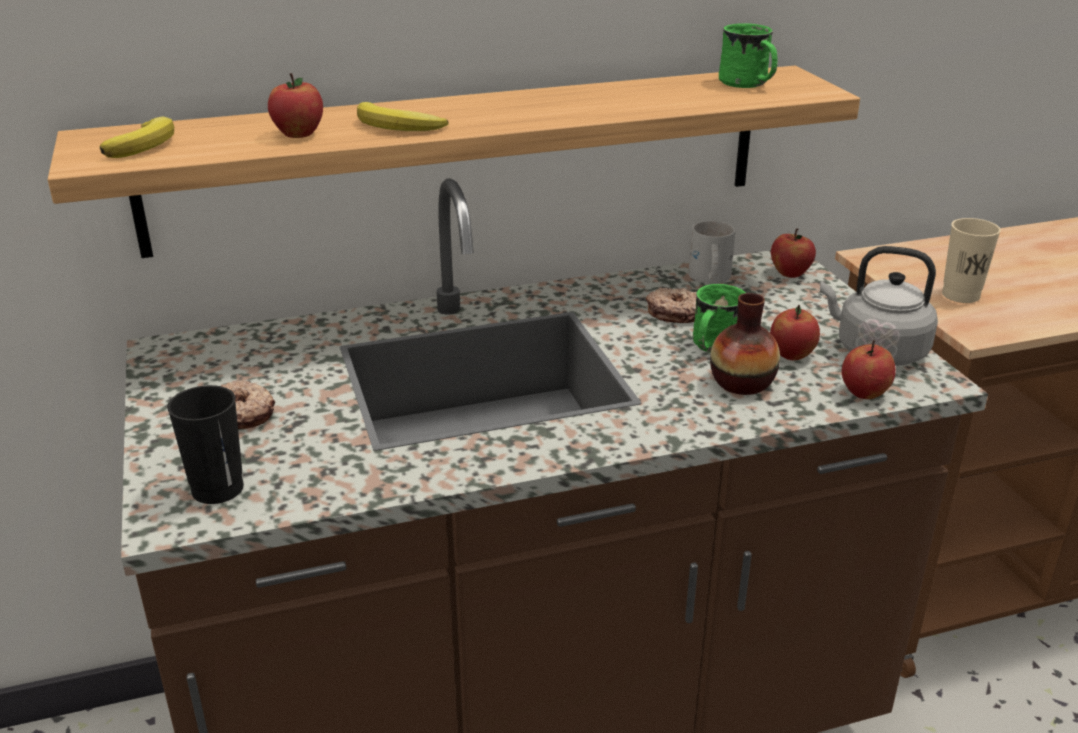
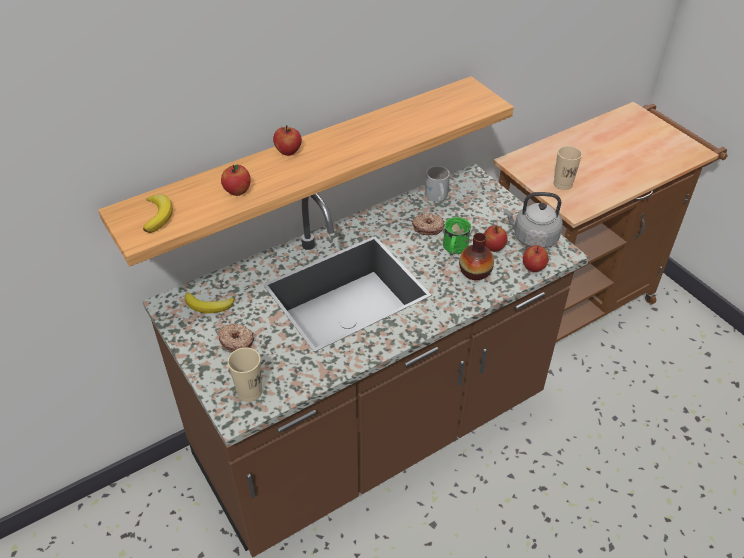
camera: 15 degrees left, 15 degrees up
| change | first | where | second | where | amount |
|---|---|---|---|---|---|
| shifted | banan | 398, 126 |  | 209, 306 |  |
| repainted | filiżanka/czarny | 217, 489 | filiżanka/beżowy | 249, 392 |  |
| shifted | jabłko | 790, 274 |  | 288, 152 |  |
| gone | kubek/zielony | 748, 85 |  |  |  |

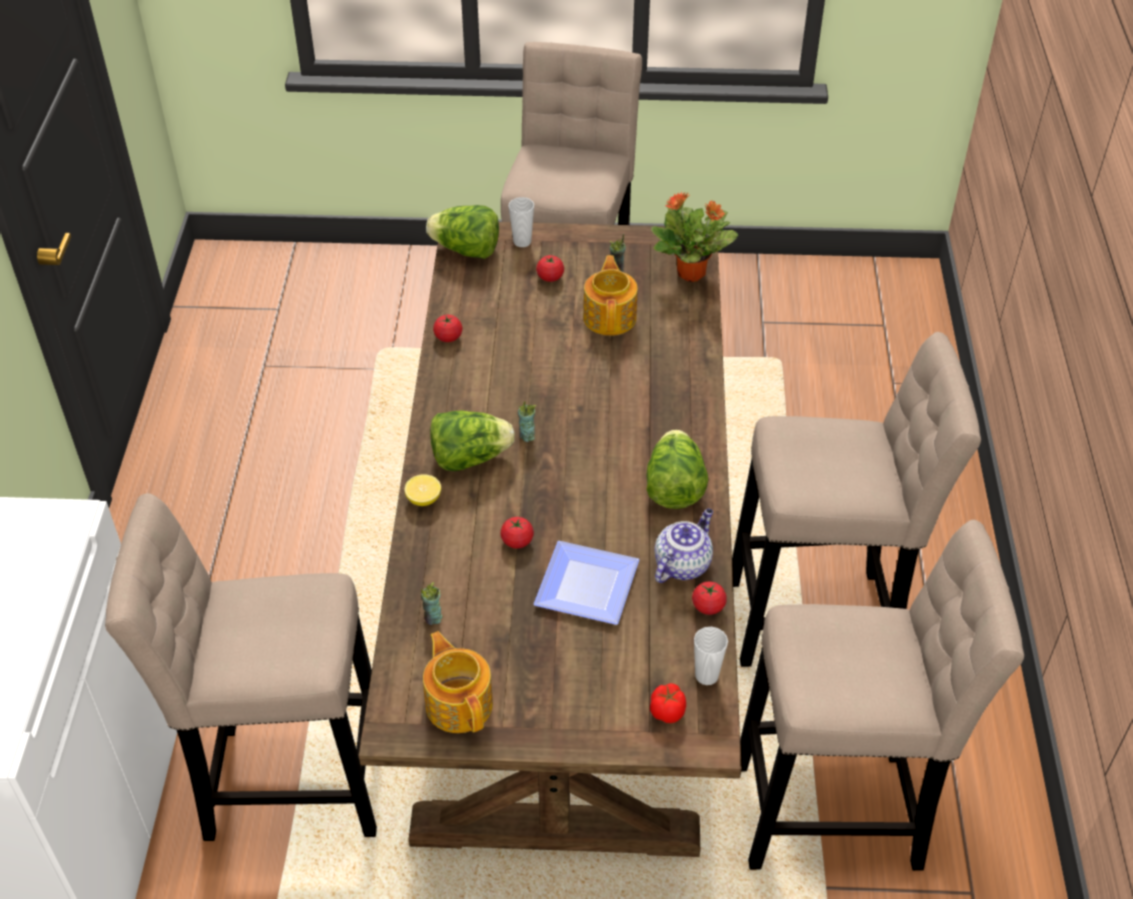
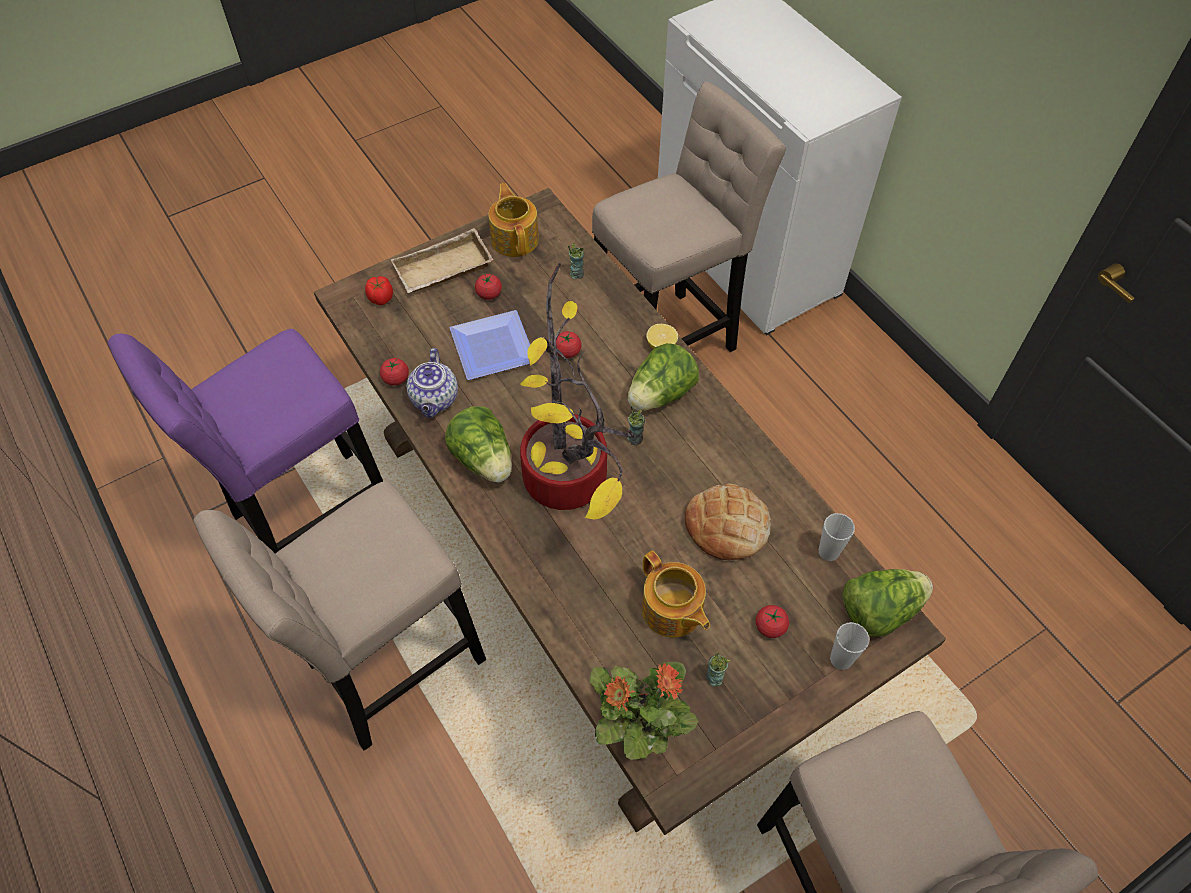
camera: 145 degrees right, 10 degrees up
| change | first | where | second | where | amount |
|---|---|---|---|---|---|
| repainted | stołek/beżowy | 839, 813 | stołek/fioletowy | 306, 519 |  |
| new |  |  | taca/beżowy | 443, 270 |  |
| shifted | pomidor | 448, 337 |  | 489, 294 |  |
| rotated | imbryk | 459, 703 |  | 515, 238 | 135 degrees counterclockwise |
| new |  |  | roślina doniczkowa | 572, 479 |  |
| new |  |  | chleb | 727, 526 |  |
| shifted | filiżanka | 706, 675 |  | 828, 552 |  |

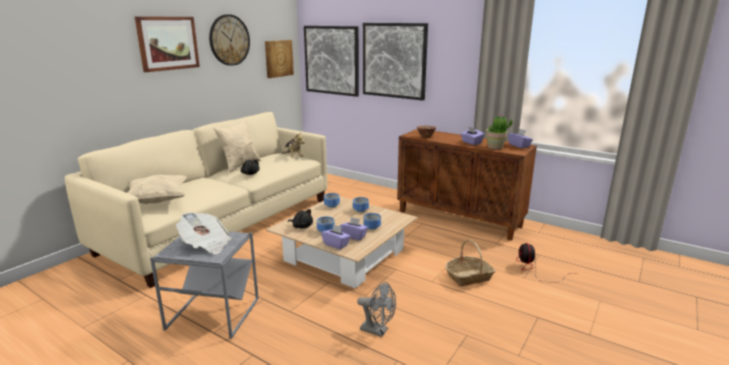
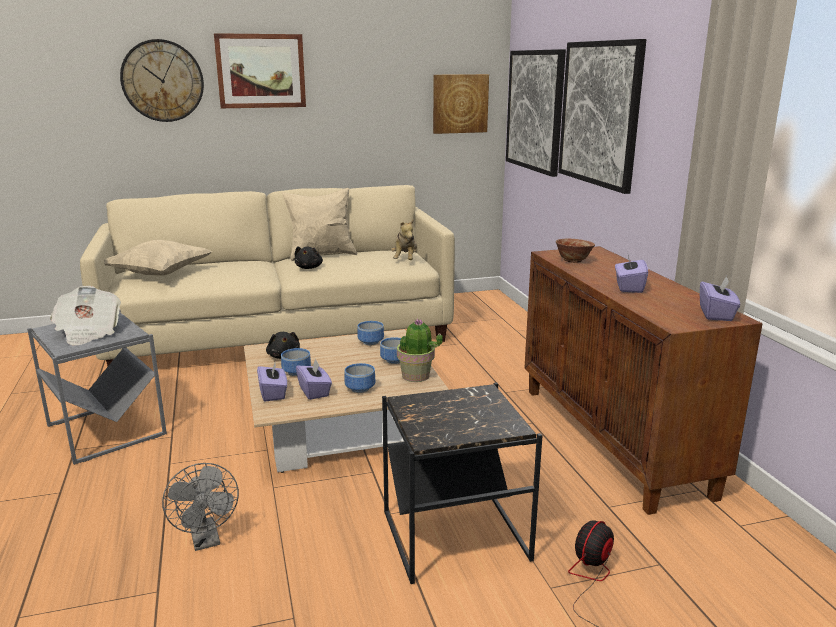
camera: 40 degrees right, 0 degrees up
| change | first | where | second | where | amount |
|---|---|---|---|---|---|
| shifted | zegar ścienny | 229, 40 |  | 162, 81 |  |
| swapped | koszyk | 469, 277 | stolik/czarny | 456, 537 |  |
| shifted | roślina doniczkowa | 495, 147 |  | 416, 376 |  |

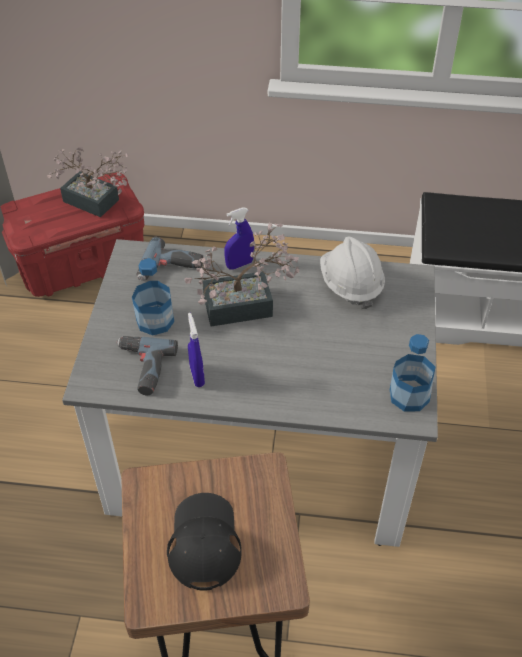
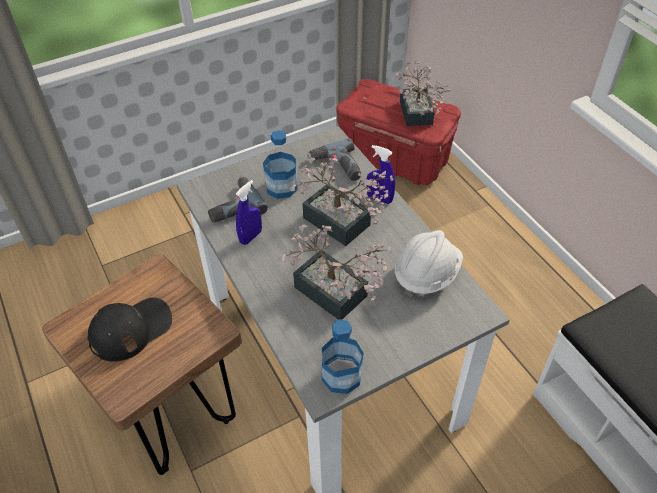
camera: 55 degrees right, 0 degrees up
| change | first | where | second | where | amount |
|---|---|---|---|---|---|
| new |  |  | roślina doniczkowa | 336, 297 |  |

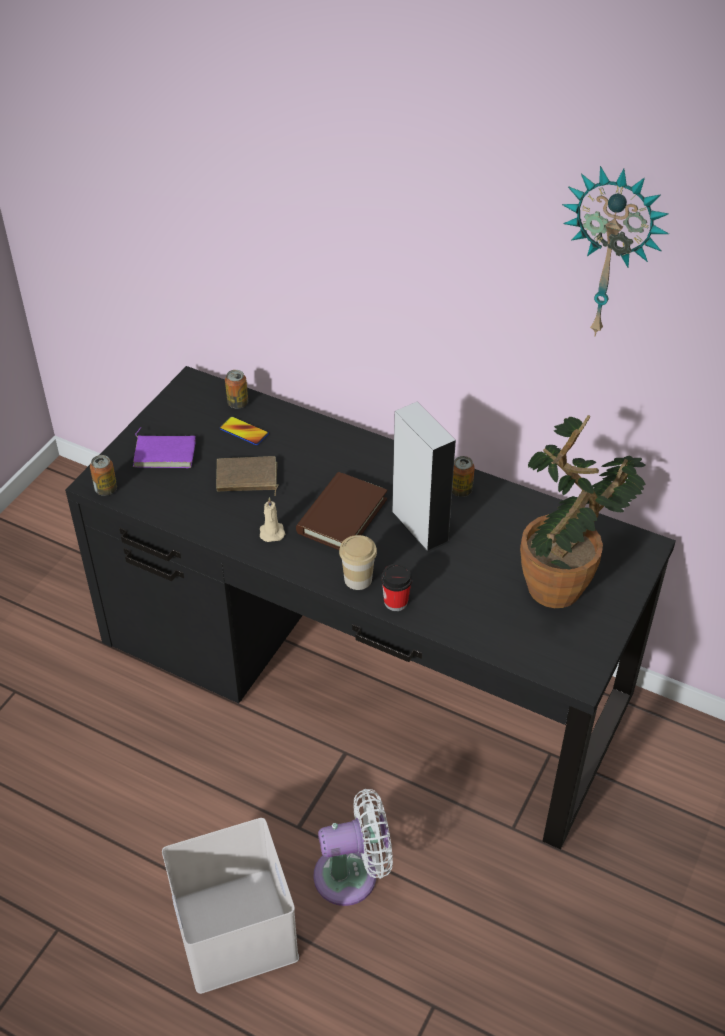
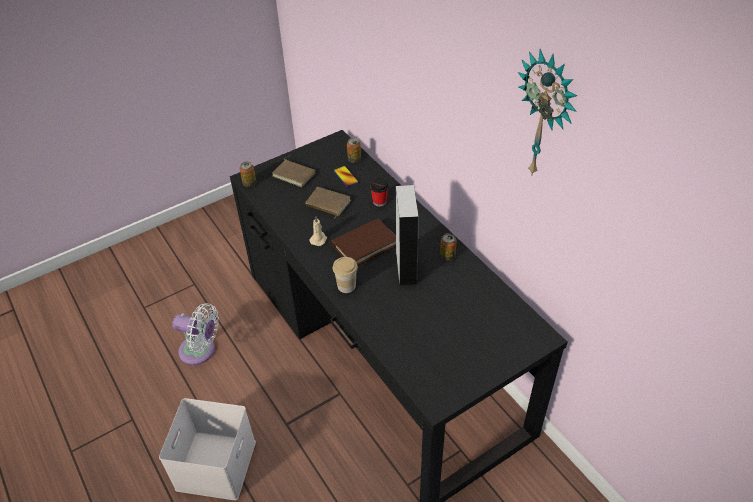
camera: 30 degrees right, 0 degrees up
| change | first | where | second | where | amount |
|---|---|---|---|---|---|
| shifted | wentylator/biały | 352, 875 |  | 200, 351 |  |
| repainted | książka/fioletowy | 165, 452 | książka/brązowy | 295, 174 |  |
| shifted | filiżanka | 395, 602 |  | 379, 201 |  |
| gone | roślina doniczkowa | 566, 582 |  |  |  |

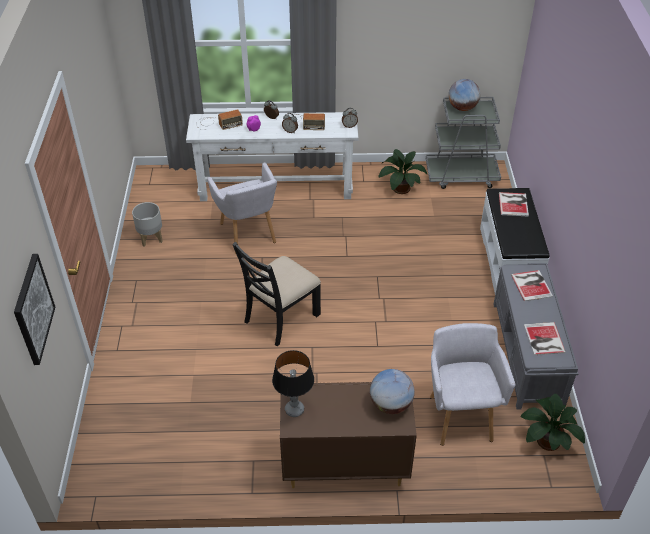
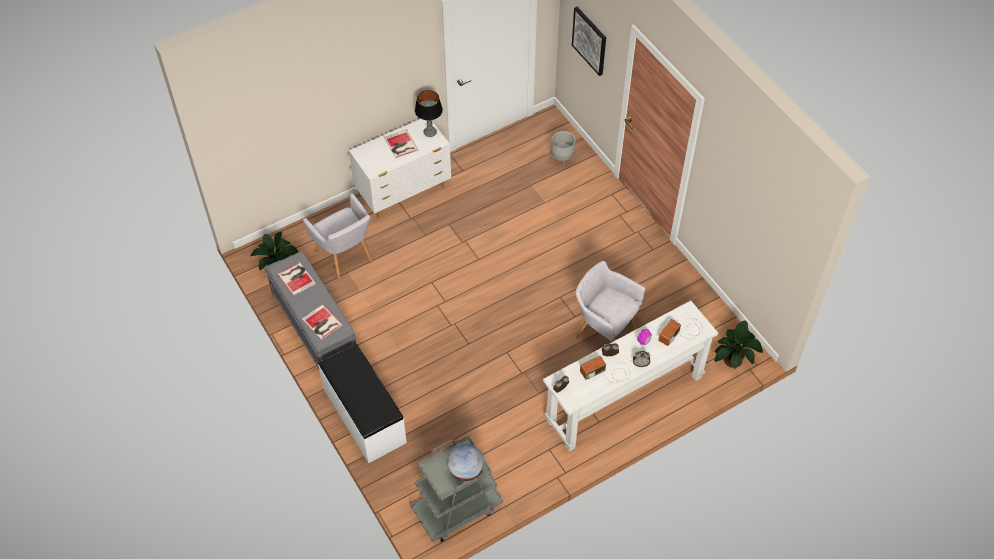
camera: 150 degrees right, 10 degrees up
| change | first | where | second | where | amount |
|---|---|---|---|---|---|
| repainted | komoda/brązowy | 344, 466 | komoda/biały | 404, 192 |  |
| shifted | książka | 514, 204 |  | 400, 145 |  |
| shifted | donica/szary | 151, 238 |  | 561, 161 |  |
| shifted | roślina doniczkowa | 399, 188 |  | 734, 358 |  |
| gone | krzesło/czarny | 280, 318 |  |  |  |
| gone | globus | 391, 404 |  |  |  |

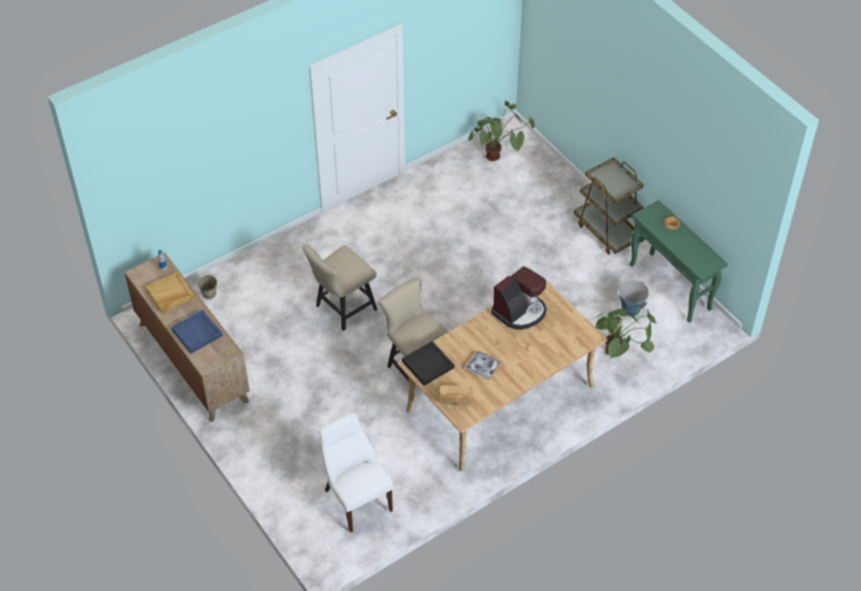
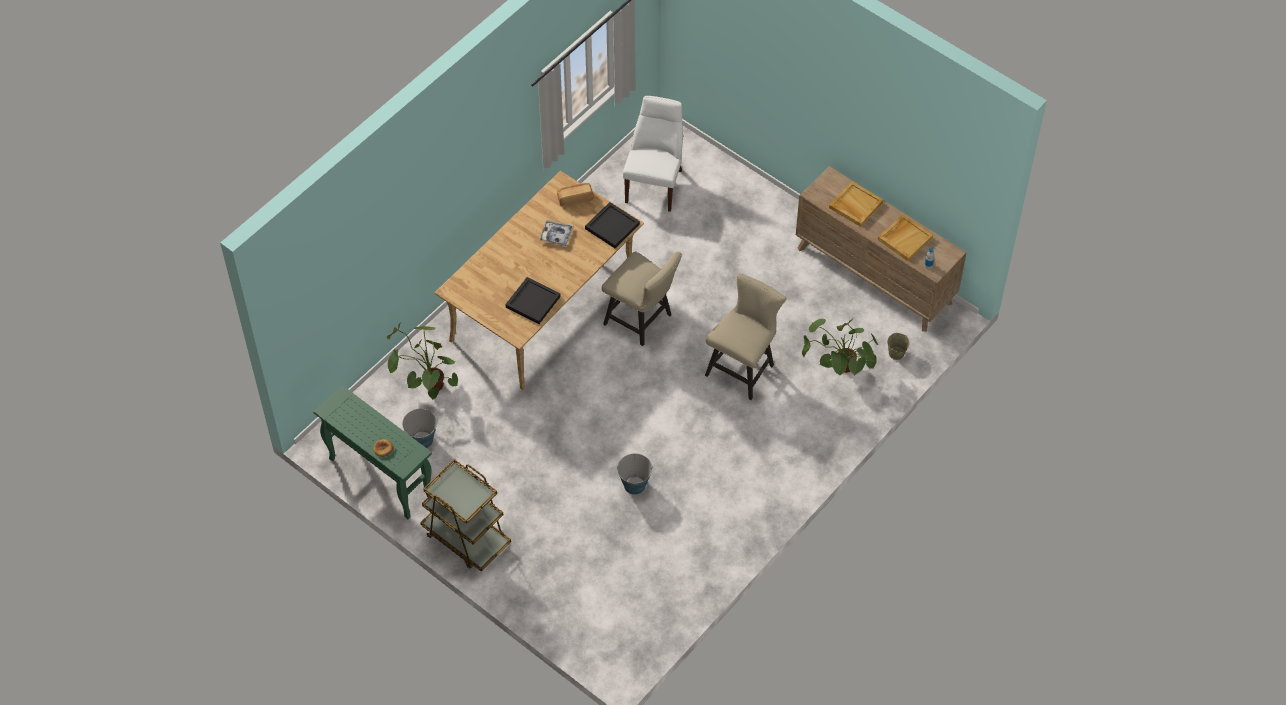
camera: 165 degrees right, 5 degrees up
| change | first | where | second | where | amount |
|---|---|---|---|---|---|
| swapped | ekspres do kawy | 520, 311 | taca/czarny | 533, 302 |  |
| new |  |  | wiadro | 634, 485 |  |
| rotated | krzesło/biały | 356, 498 |  | 655, 183 | 120 degrees counterclockwise |
| shifted | roślina doniczkowa | 499, 154 |  | 838, 371 |  |
| repainted | taca/niebieski | 197, 333 | taca/beżowy | 855, 205 |  |

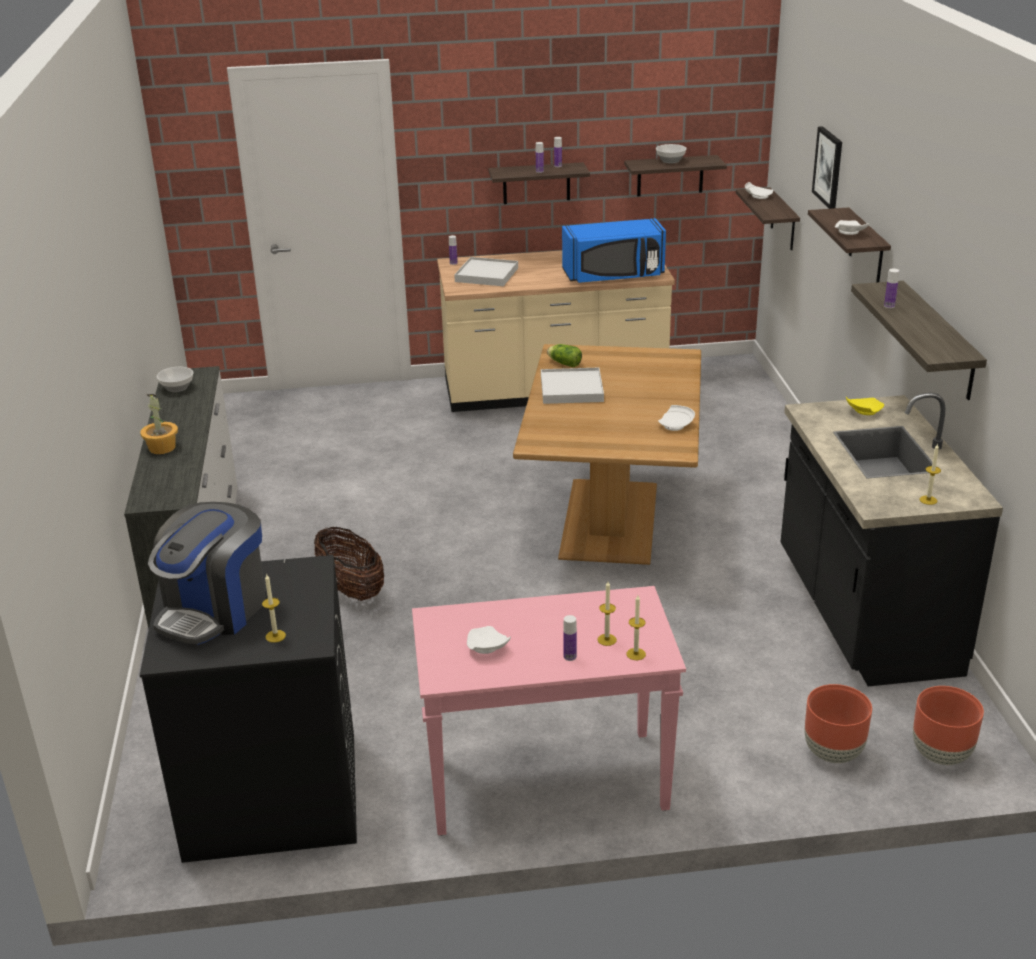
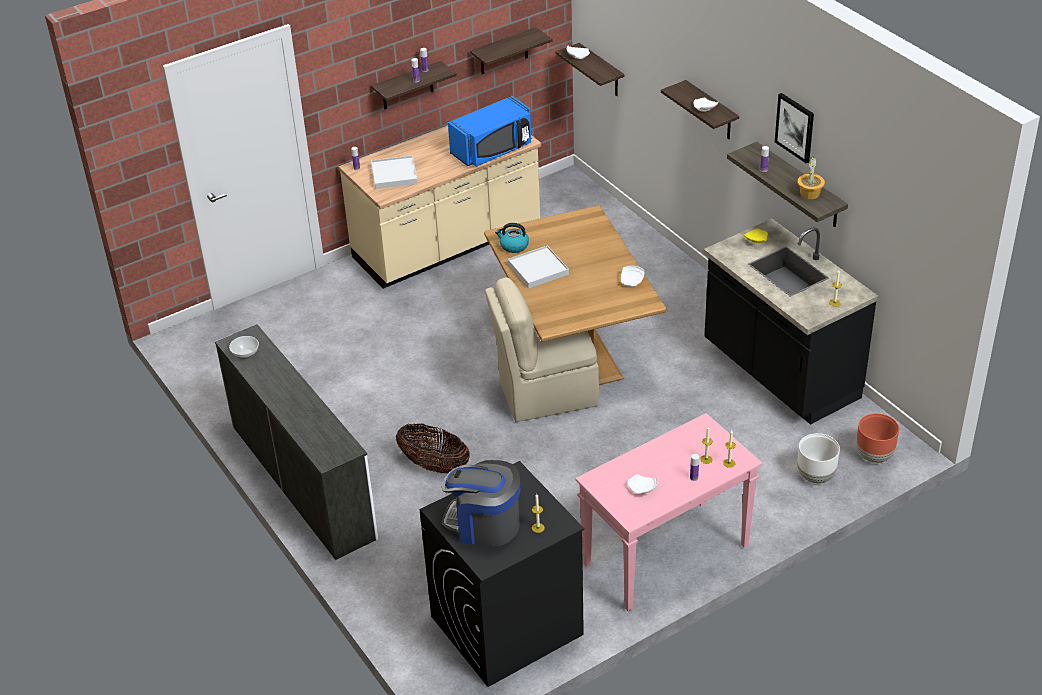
camera: 25 degrees left, 10 degrees up
| change | first | where | second | where | amount |
|---|---|---|---|---|---|
| rotated | ekspres do kawy | 214, 610 |  | 484, 524 | 105 degrees clockwise |
| new |  |  | krzesło/beżowy | 545, 393 |  |
| swapped | sałata | 563, 363 | czajnik | 513, 246 |  |
| shifted | obraz | 828, 167 |  | 795, 127 |  |
| repainted | donica/brązowy | 832, 752 | donica/biały | 815, 476 |  |
| shifted | roślina doniczkowa | 162, 448 |  | 810, 193 |  |
| gone | miska | 670, 161 |  |  |  |

